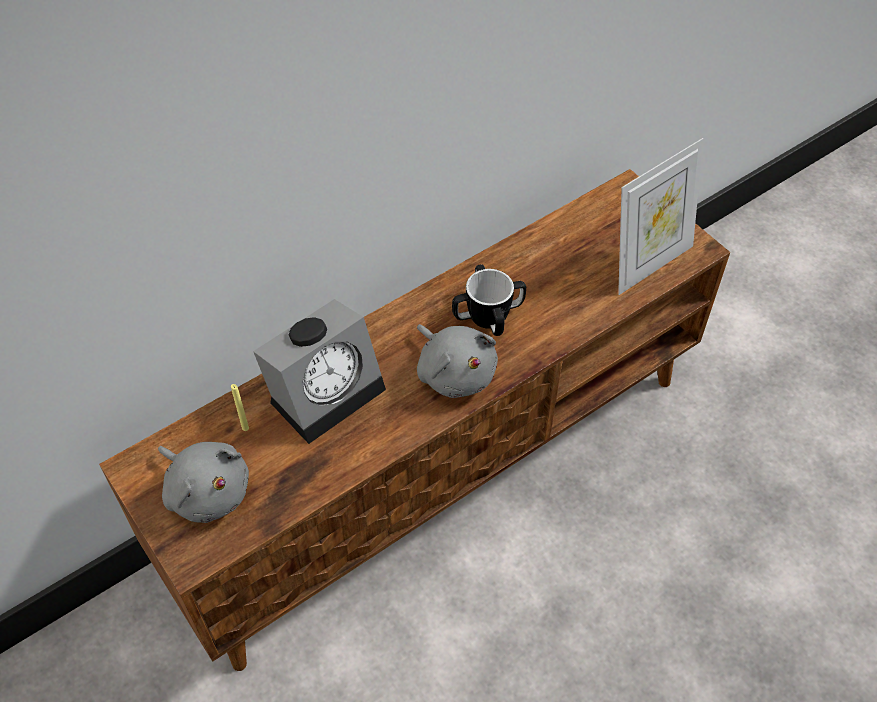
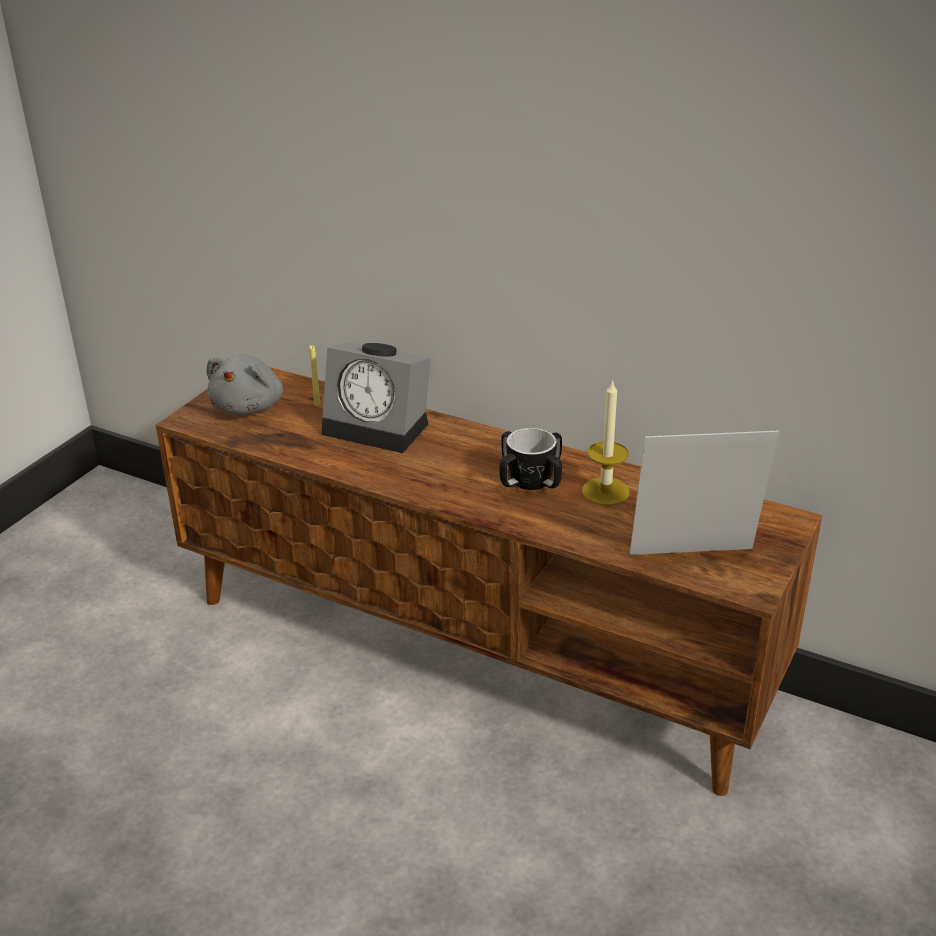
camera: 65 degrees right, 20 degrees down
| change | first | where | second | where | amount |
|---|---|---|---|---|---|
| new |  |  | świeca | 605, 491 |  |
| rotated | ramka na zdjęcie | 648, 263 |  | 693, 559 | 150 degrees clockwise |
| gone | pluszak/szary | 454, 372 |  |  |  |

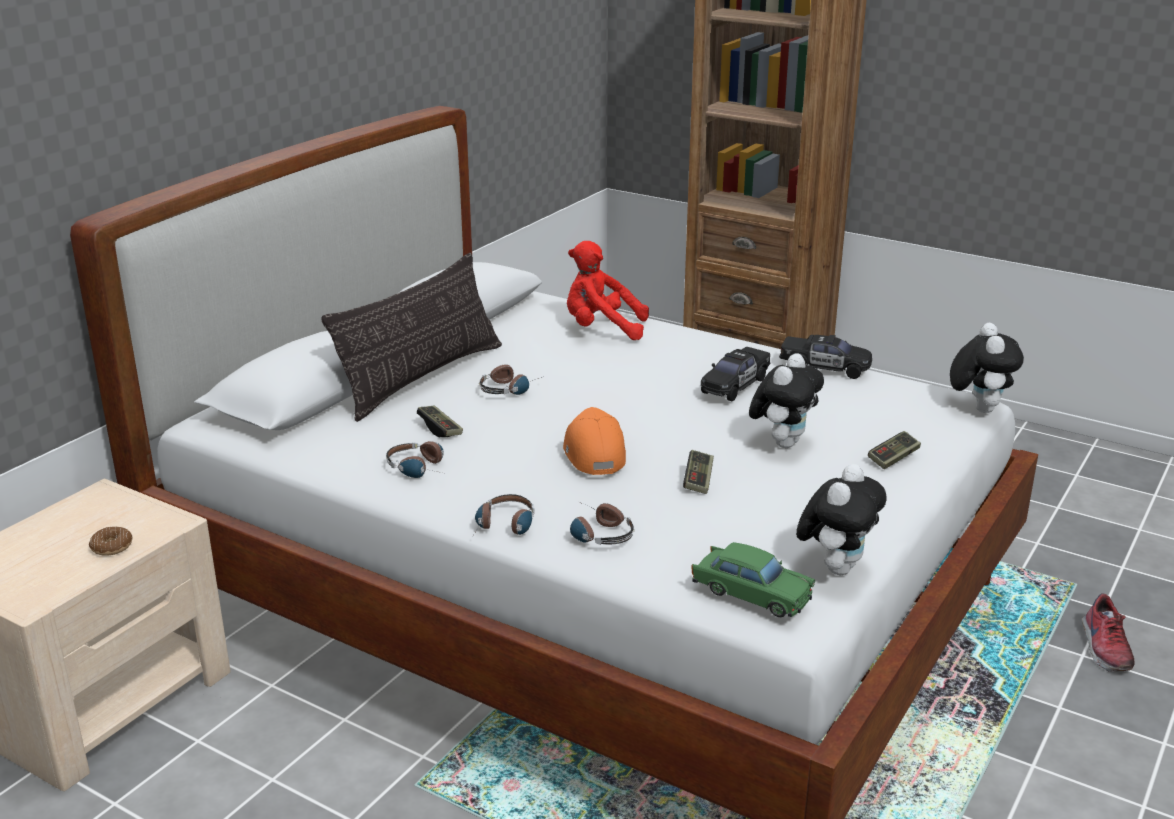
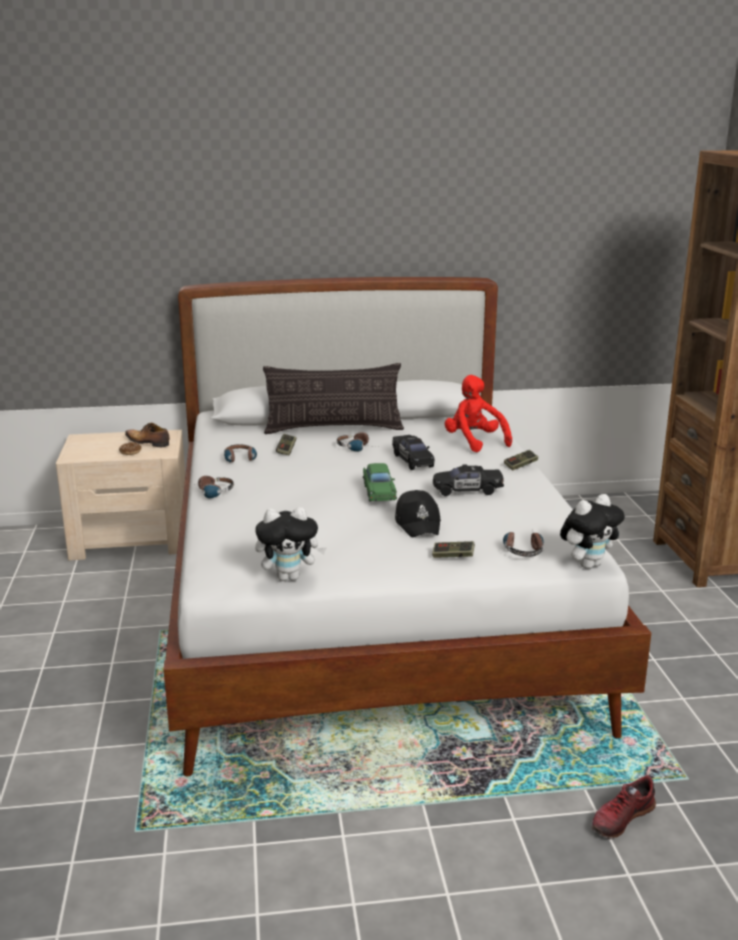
camera: 50 degrees right, 5 degrees down
| change | first | where | second | where | amount |
|---|---|---|---|---|---|
| new |  |  | but | 148, 442 |  |
| shifted | samochodzik/zielony | 751, 593 |  | 379, 491 |  |
| shifted | samochodzik/czarny | 825, 368 |  | 412, 460 |  |
| swapped | pluszak | 783, 442 | czapka z daszkiem/czarny | 418, 523 |  |
| shifted | słuchawki | 596, 533 |  | 522, 549 |  |
| shifted | pad do gier | 698, 480 |  | 520, 465 |  |
| gone | czapka z daszkiem/pomarańczowy | 593, 452 |  |  |  |

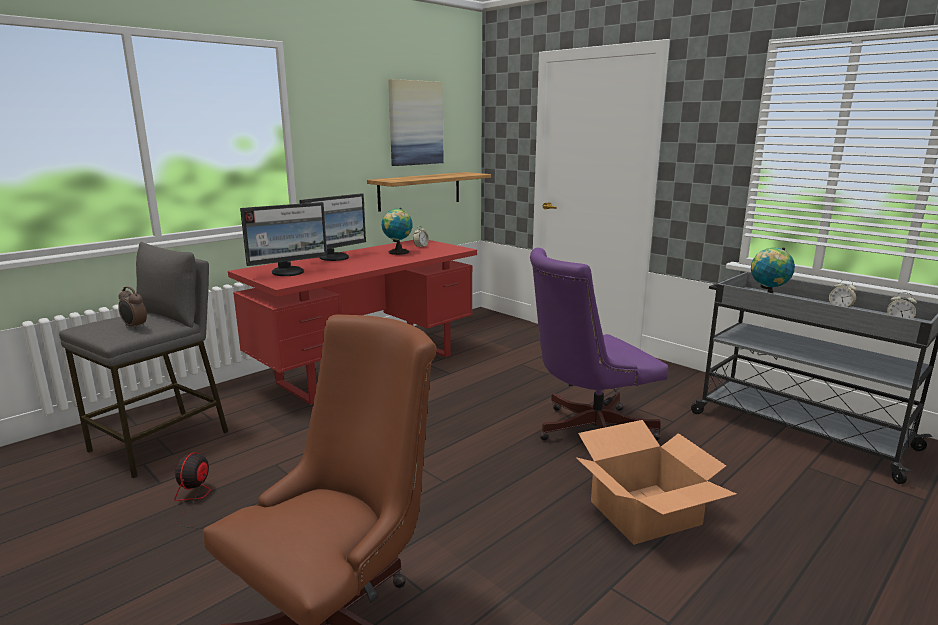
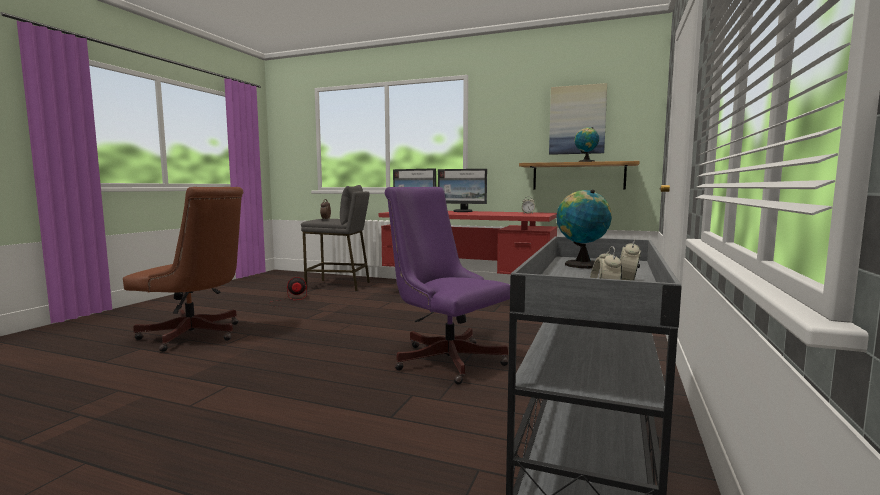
camera: 65 degrees right, 10 degrees down
| change | first | where | second | where | amount |
|---|---|---|---|---|---|
| shifted | globus | 398, 252 |  | 585, 162 |  |
| gone | karton | 646, 513 |  |  |  |

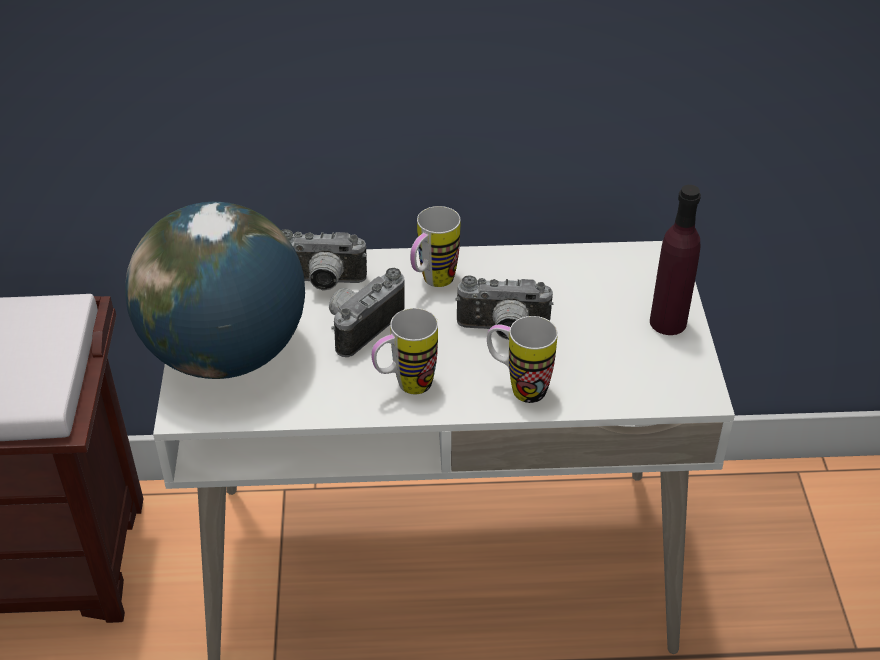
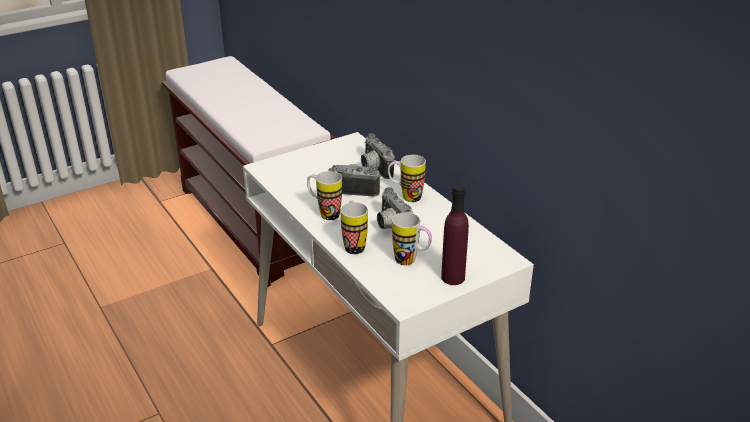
camera: 60 degrees right, 10 degrees down
| change | first | where | second | where | amount |
|---|---|---|---|---|---|
| new |  |  | kubek | 411, 261 |  |
| gone | globus | 227, 353 |  |  |  |

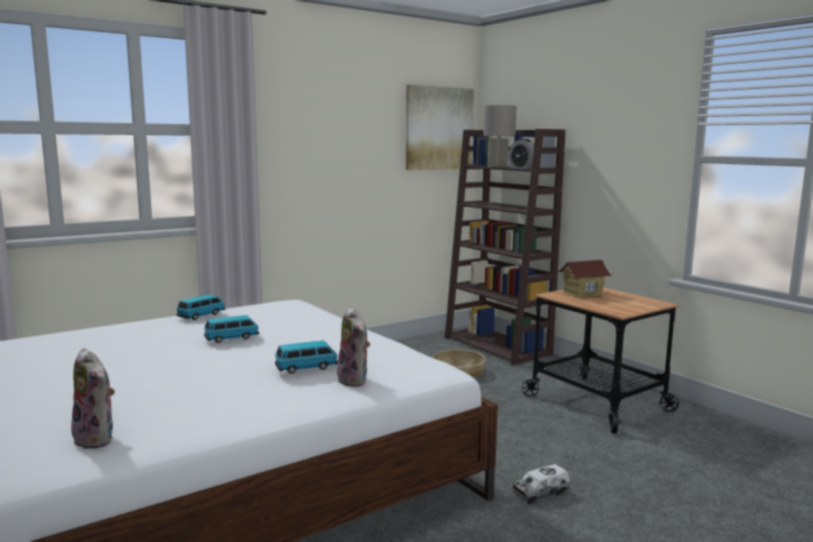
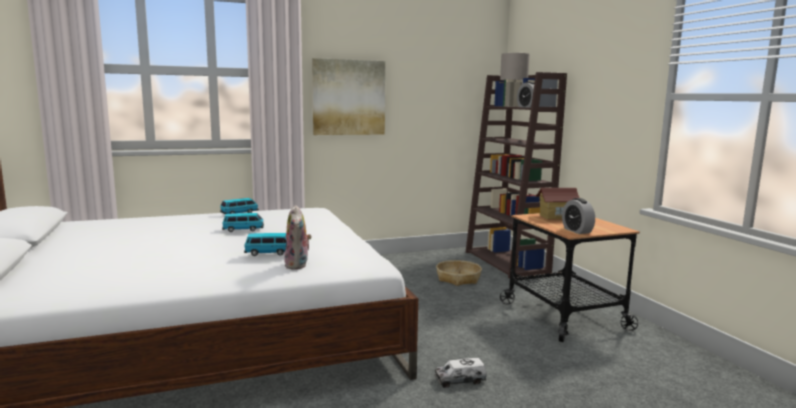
camera: 15 degrees right, 0 degrees up
| change | first | where | second | where | amount |
|---|---|---|---|---|---|
| shifted | obraz | 438, 128 |  | 348, 97 |  |
| new |  |  | budzik | 577, 231 |  |
| gone | pluszak | 98, 439 |  |  |  |

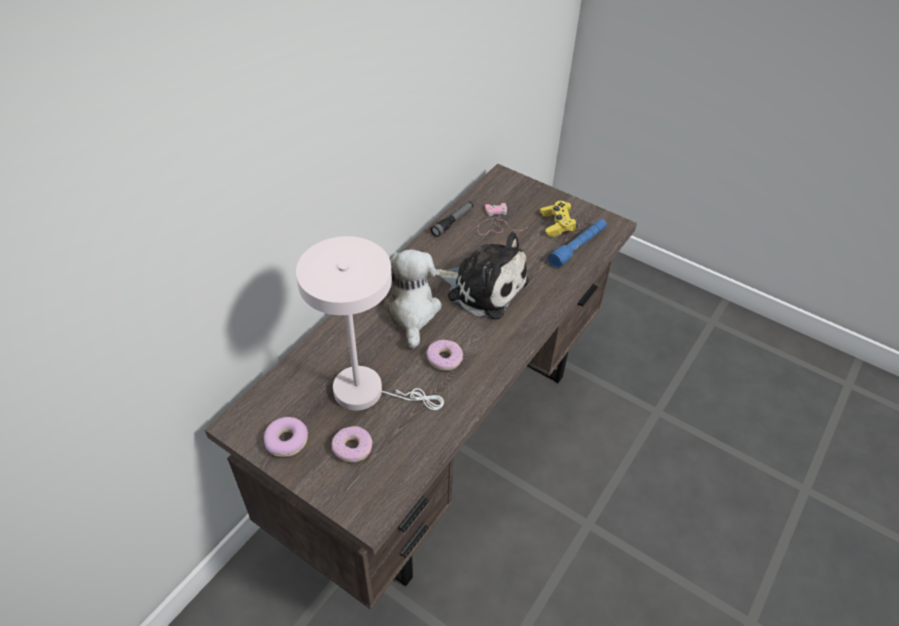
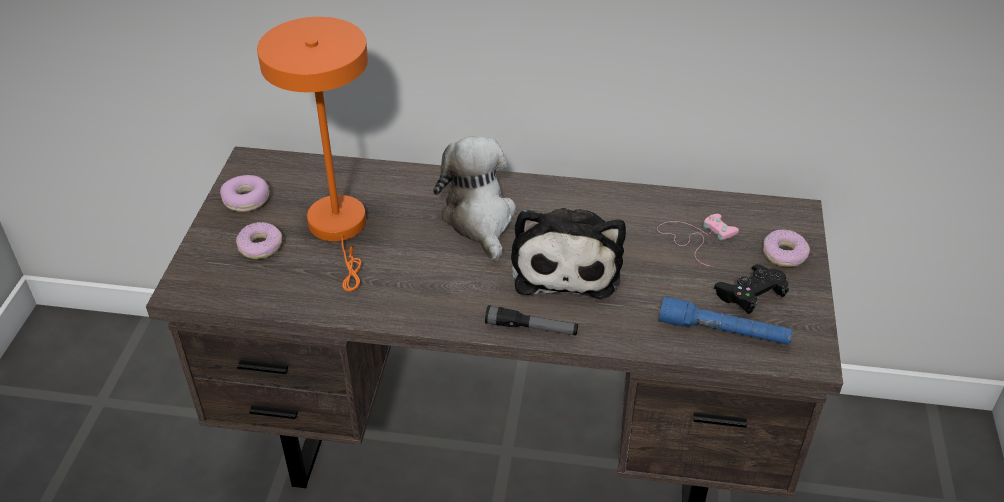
camera: 65 degrees right, 5 degrees down
| change | first | where | second | where | amount |
|---|---|---|---|---|---|
| repainted | lampa stołowa/biały | 367, 391 | lampa stołowa/pomarańczowy | 340, 229 |  |
| rotated | pluszak | 411, 311 |  | 479, 219 | 75 degrees counterclockwise |
| shifted | latarka | 452, 222 |  | 531, 328 |  |
| repainted | pad do gier/żółty | 557, 224 | pad do gier/czarny | 750, 296 |  |
| shifted | donut | 444, 358 |  | 784, 254 |  |

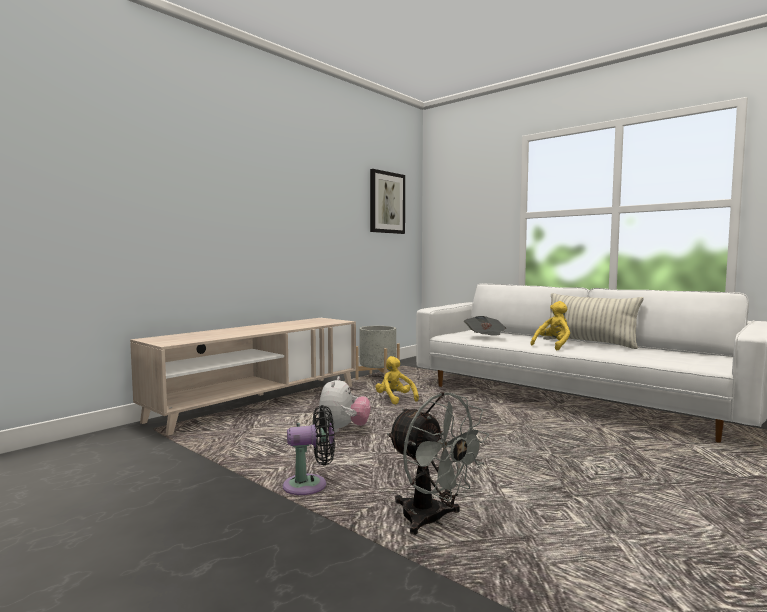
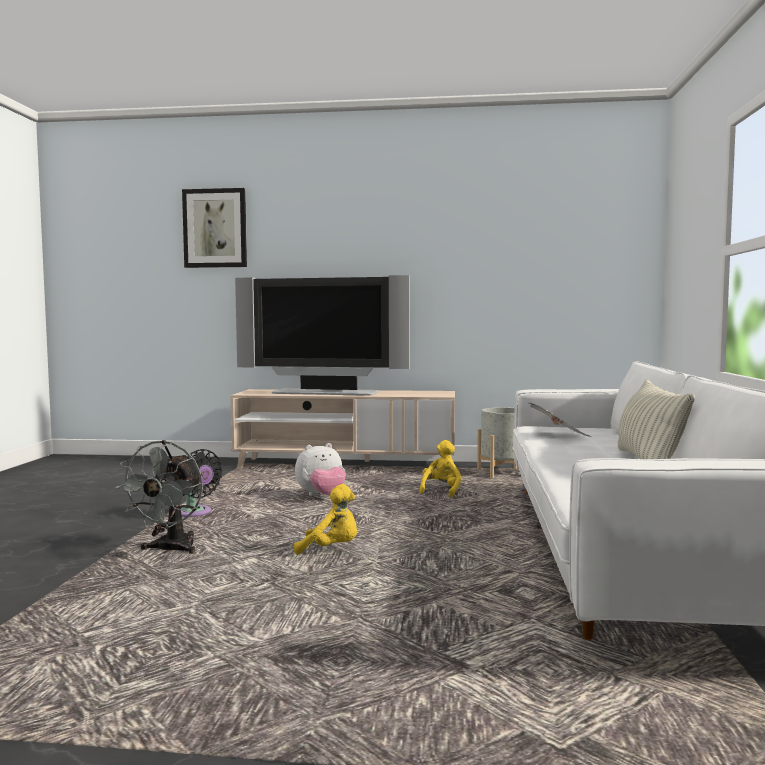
camera: 55 degrees right, 0 degrees up
| change | first | where | second | where | amount |
|---|---|---|---|---|---|
| shifted | obraz | 386, 202 |  | 215, 228 |  |
| new |  |  | telewizor | 325, 393 |  |
| shifted | pluszak/żółty | 553, 346 |  | 331, 549 |  |

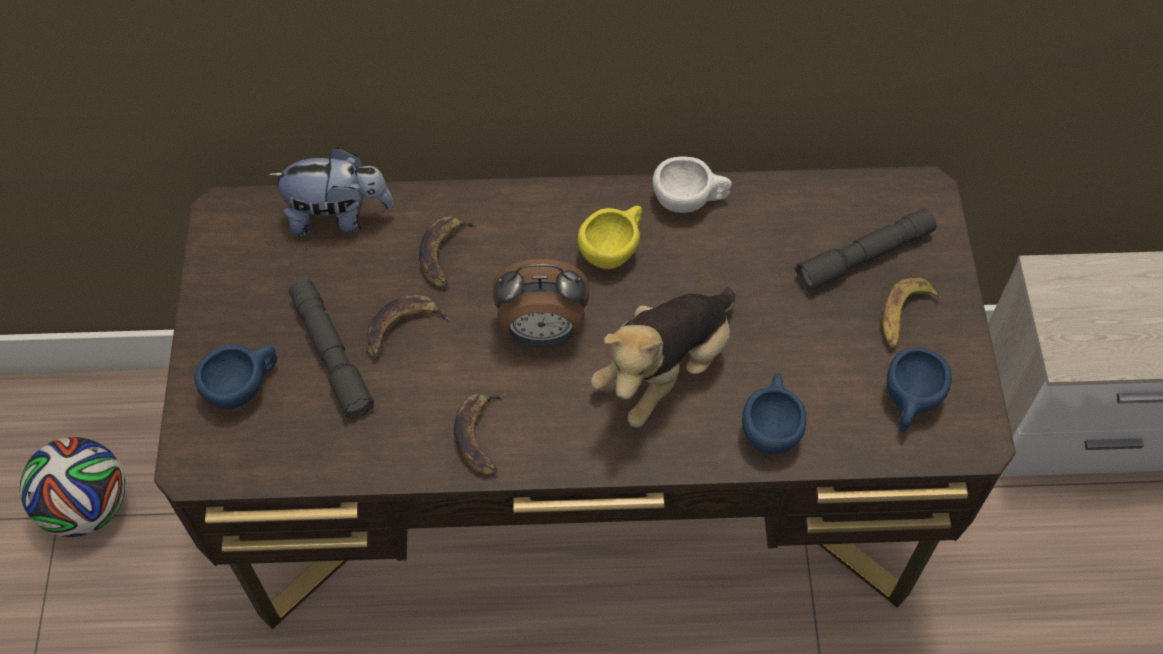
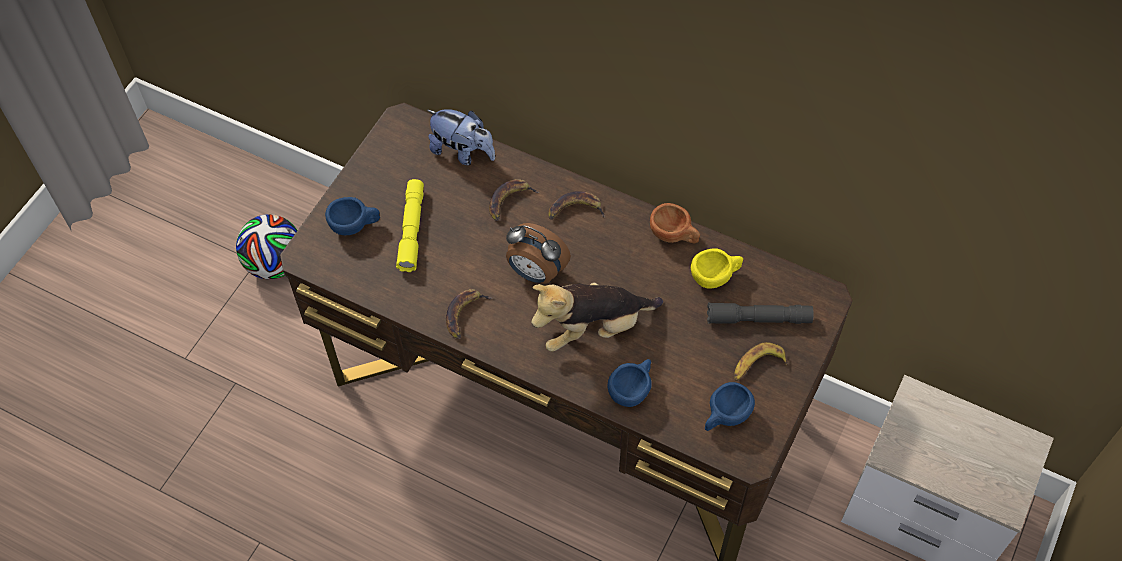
camera: 30 degrees right, 0 degrees up
| change | first | where | second | where | amount |
|---|---|---|---|---|---|
| repainted | latarka/szary | 331, 354 | latarka/żółty | 412, 230 |  |
| shifted | banan | 402, 329 |  | 575, 210 |  |
| repainted | filiżanka/biały | 690, 201 | filiżanka/brązowy | 674, 235 |  |
| shifted | filiżanka/żółty | 614, 249 |  | 716, 276 |  |

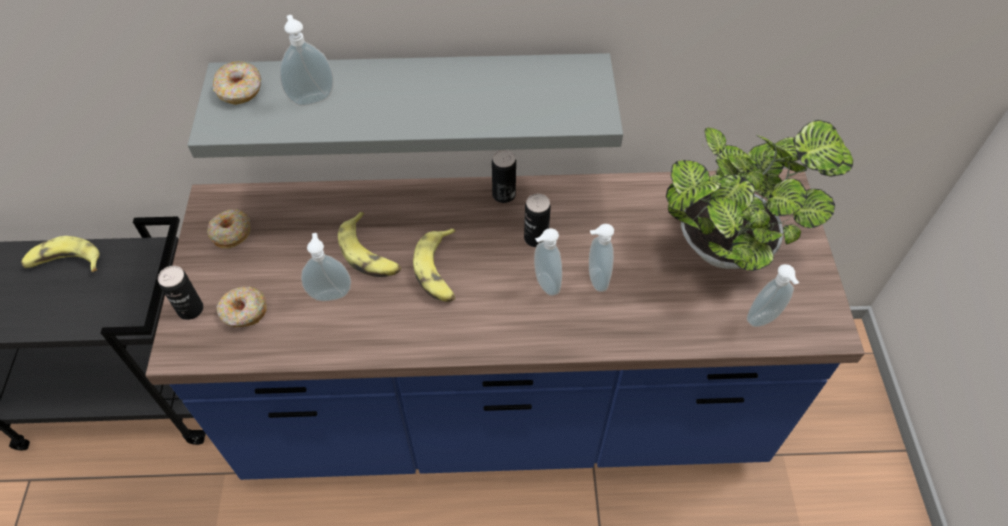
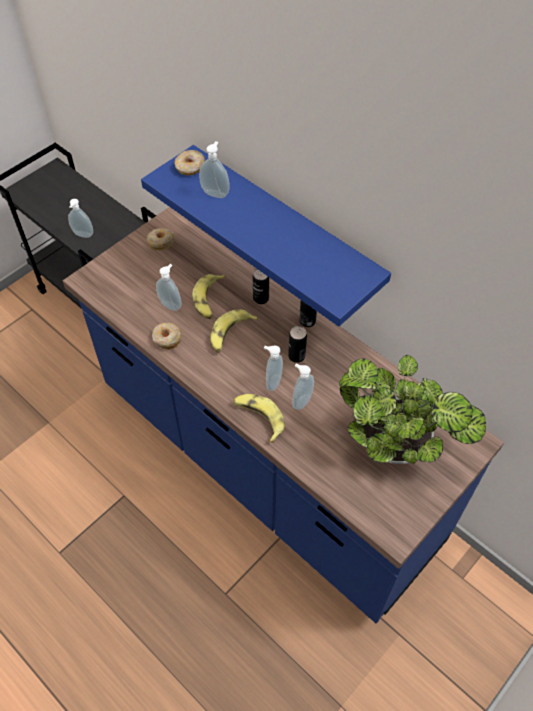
camera: 45 degrees right, 0 degrees up
| change | first | where | second | where | amount |
|---|---|---|---|---|---|
| shifted | dozownik mydła | 764, 320 |  | 83, 235 |  |
| repainted | półka/szary | 414, 94 | półka/niebieski | 284, 227 |  |
| shifted | donut | 244, 312 |  | 167, 339 |  |
| shifted | banan | 65, 262 |  | 259, 418 |  |
| shifted | puszka | 190, 309 |  | 261, 298 |  |

